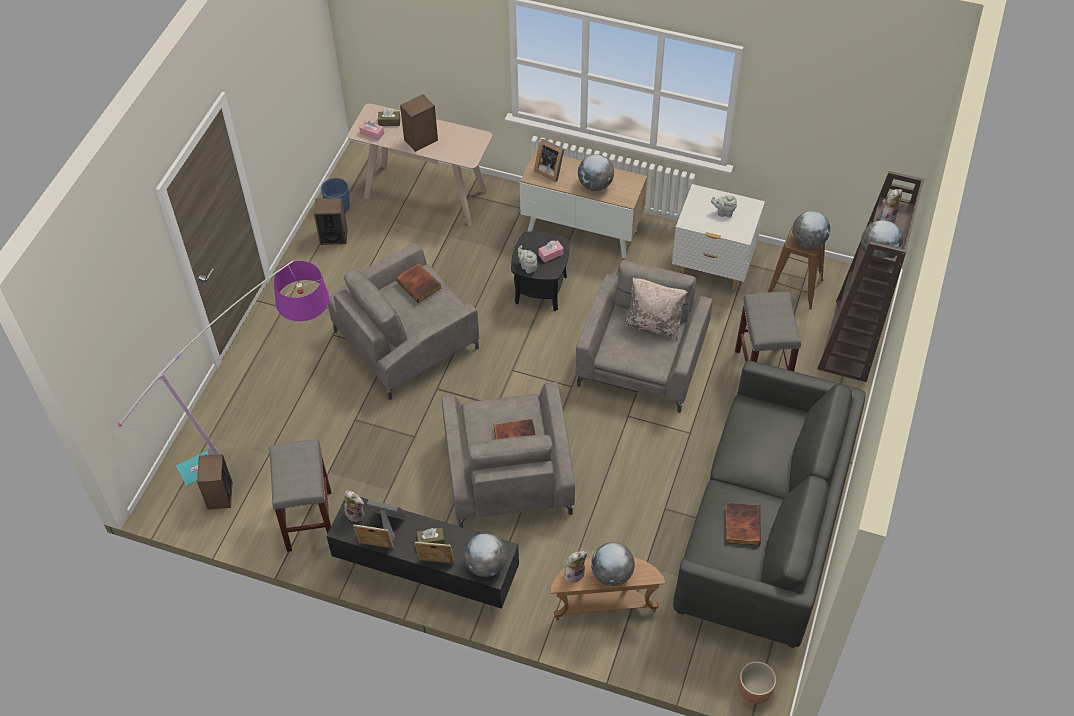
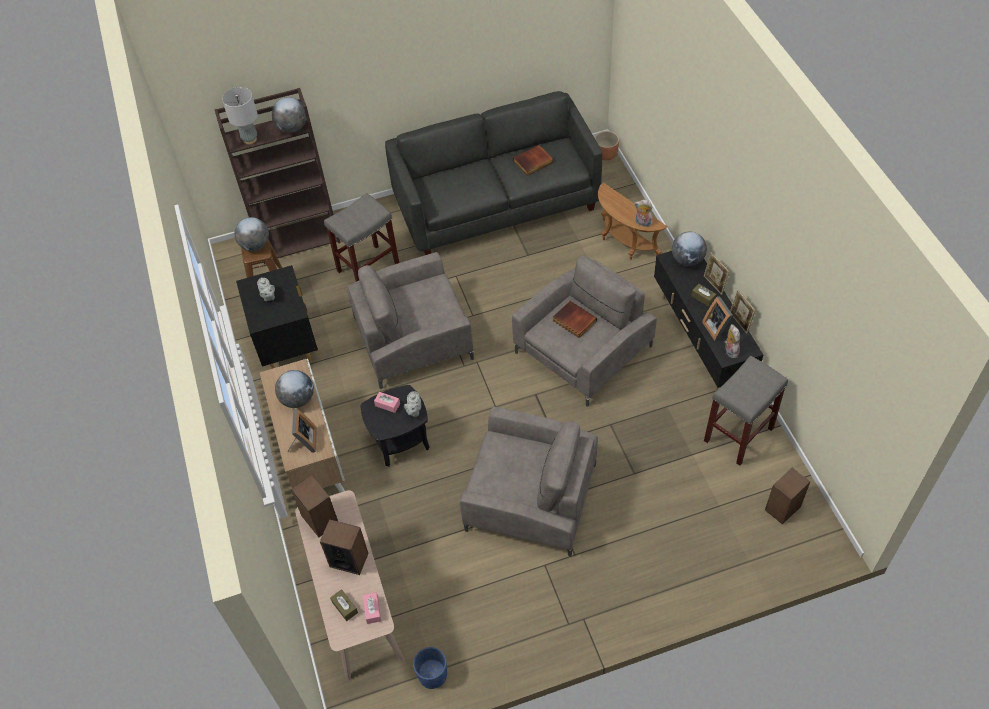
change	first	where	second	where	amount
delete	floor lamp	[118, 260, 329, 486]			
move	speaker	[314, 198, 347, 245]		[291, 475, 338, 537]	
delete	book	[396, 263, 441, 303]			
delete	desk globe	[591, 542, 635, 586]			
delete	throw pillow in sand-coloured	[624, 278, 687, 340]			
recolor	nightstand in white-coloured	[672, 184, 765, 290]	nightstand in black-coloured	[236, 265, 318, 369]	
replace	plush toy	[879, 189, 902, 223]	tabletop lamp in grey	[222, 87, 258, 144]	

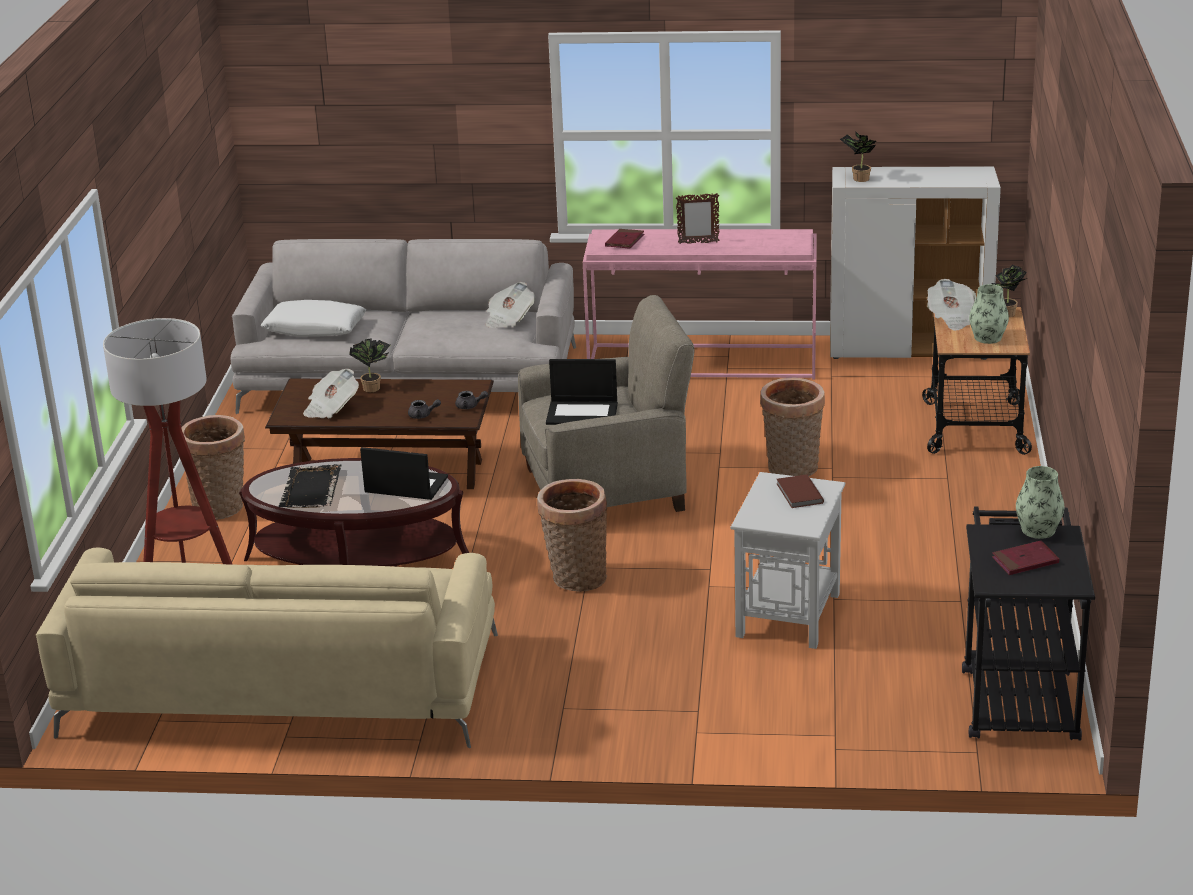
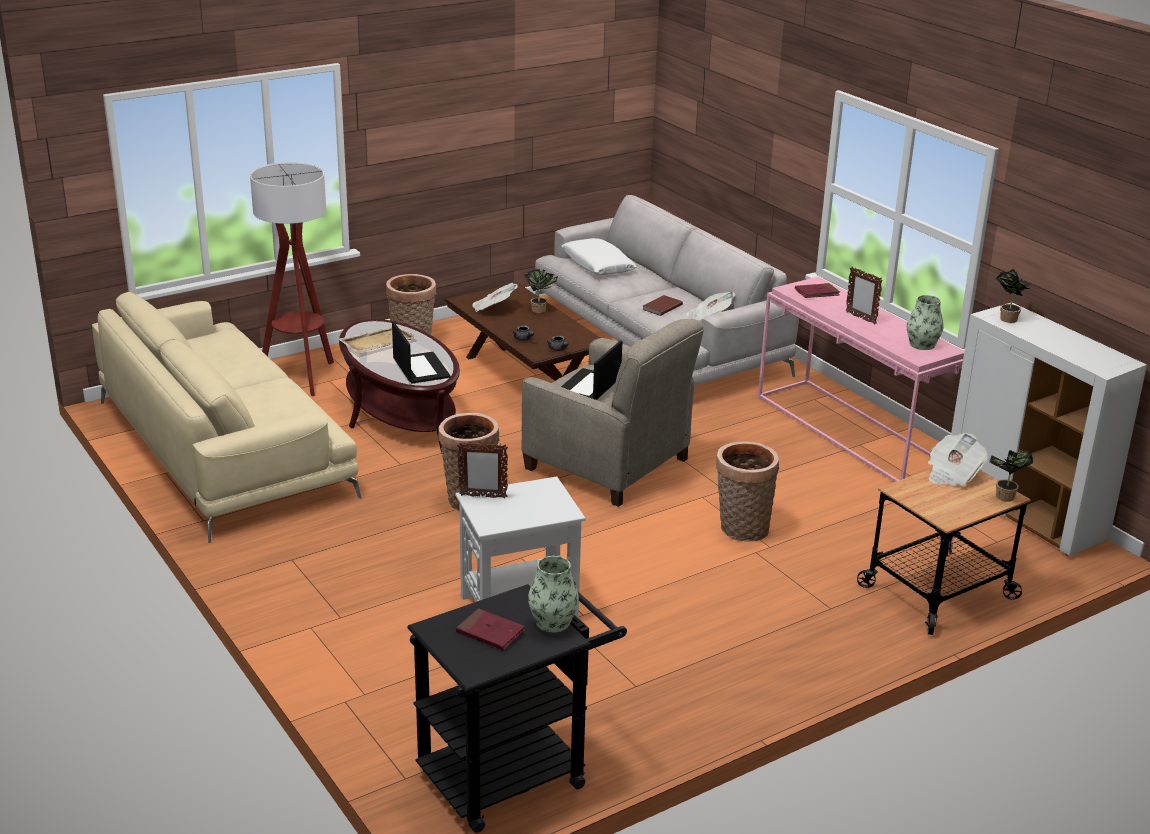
change	first	where	second	where	amount
recolor	tray in black-coloured	[278, 464, 341, 508]	tray in sand-coloured	[339, 324, 416, 353]	
rotate	portable computer	[546, 359, 618, 425]		[561, 340, 623, 400]	60 degrees clockwise
move	book in brown-coloured	[777, 474, 824, 508]		[642, 295, 683, 316]	
move	vase	[969, 284, 1009, 344]		[907, 295, 944, 350]	
insert			photo frame	[457, 443, 508, 499]	

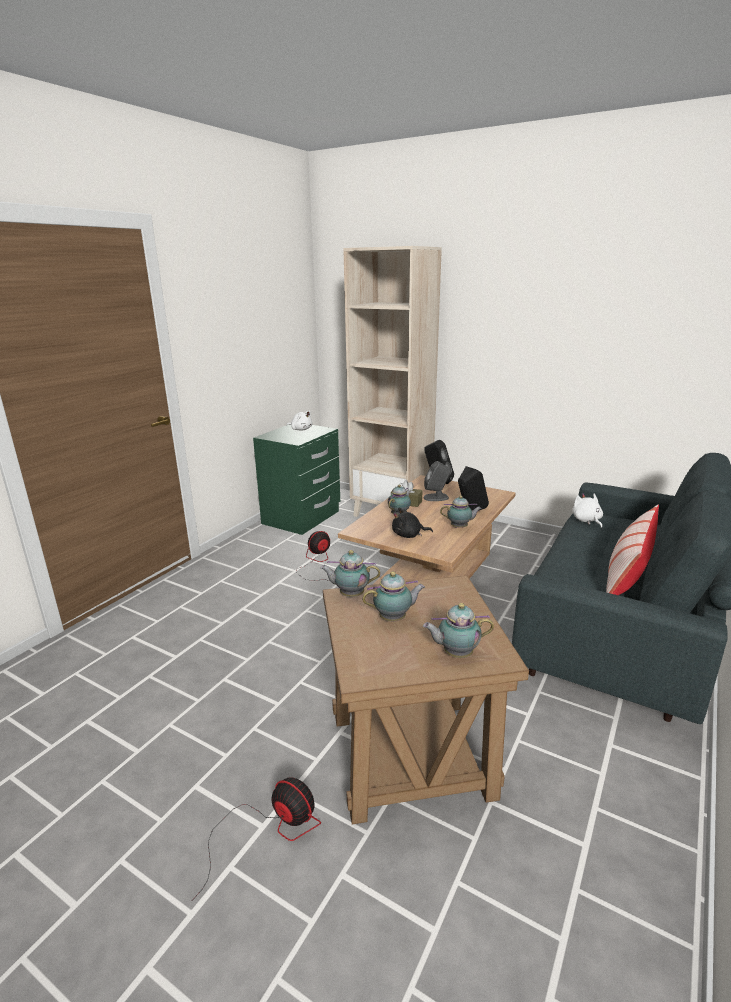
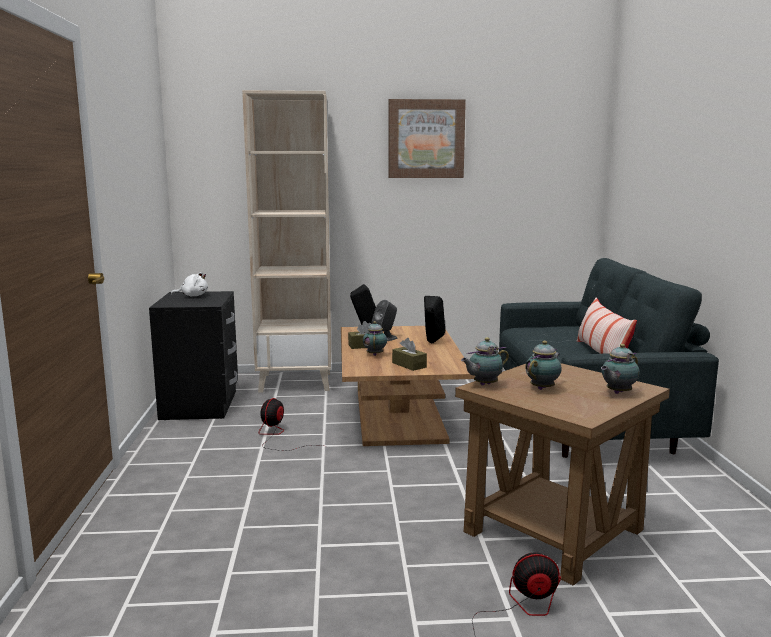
change	first	where	second	where	amount
recolor	nightstand in green-coloured	[253, 425, 340, 535]	nightstand in black-coloured	[149, 291, 238, 420]	
replace	plush toy in black-coloured	[392, 508, 433, 538]	box of tissues in brown-coloured	[392, 338, 427, 371]	
delete	teapot	[440, 495, 482, 528]			
delete	plush toy in white-coloured	[572, 493, 603, 528]			
insert			wall picture	[389, 99, 466, 178]	

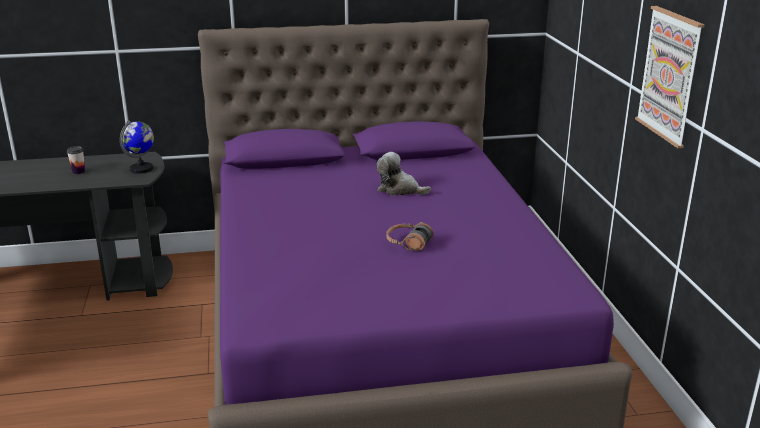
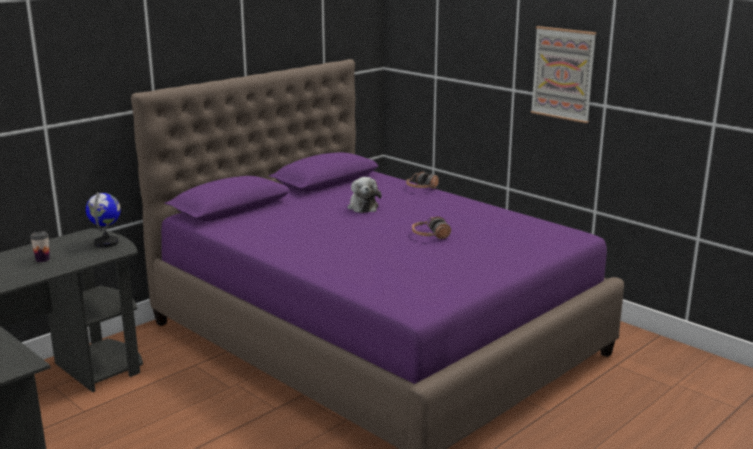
change	first	where	second	where	amount
rotate	plush toy	[377, 152, 431, 196]		[348, 177, 381, 213]	90 degrees counterclockwise
insert			pair of headphones	[406, 172, 439, 189]	

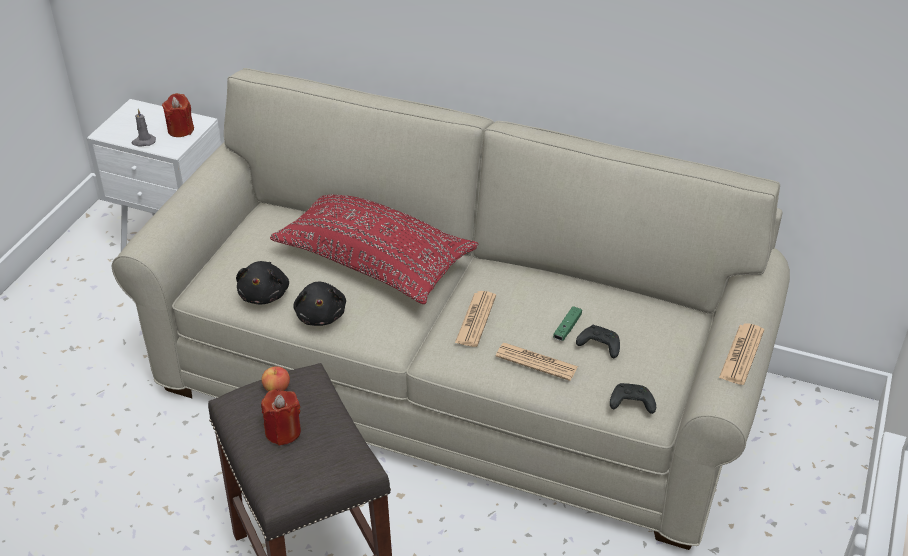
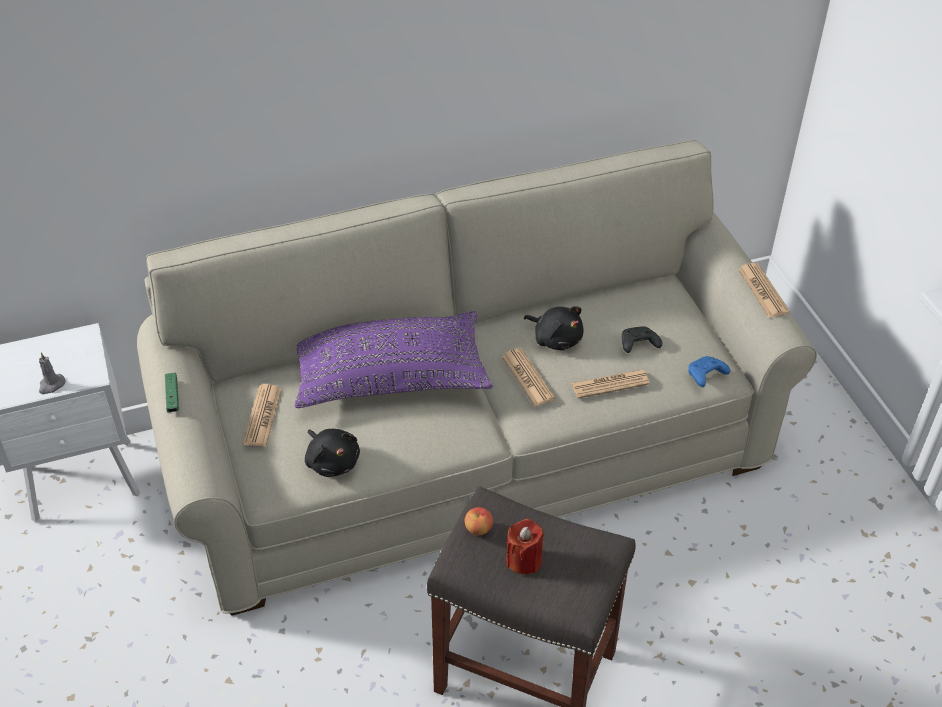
change	first	where	second	where	amount
delete	wax candle in reddish	[162, 93, 194, 137]			
recolor	throw pillow in reddish	[270, 195, 478, 304]	throw pillow in purple-coloured	[294, 311, 493, 408]	
move	plush toy in black-coloured	[293, 282, 346, 326]		[524, 306, 584, 350]	
move	joypad in green-coloured	[553, 306, 582, 341]		[165, 373, 179, 412]	
recolor	joypad in black-coloured	[610, 383, 656, 414]	joypad in blue-coloured	[688, 356, 730, 387]	
insert			daily paper	[243, 384, 282, 447]	

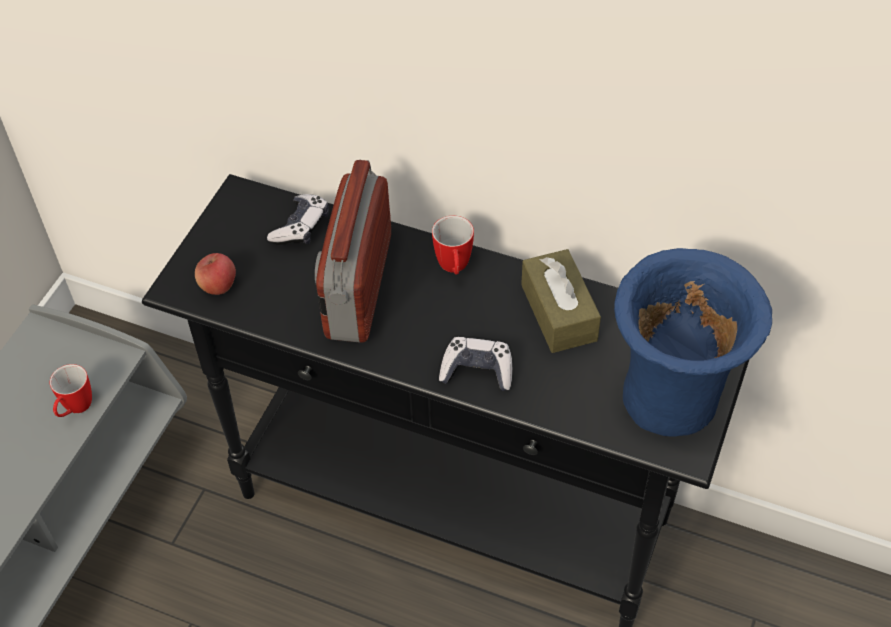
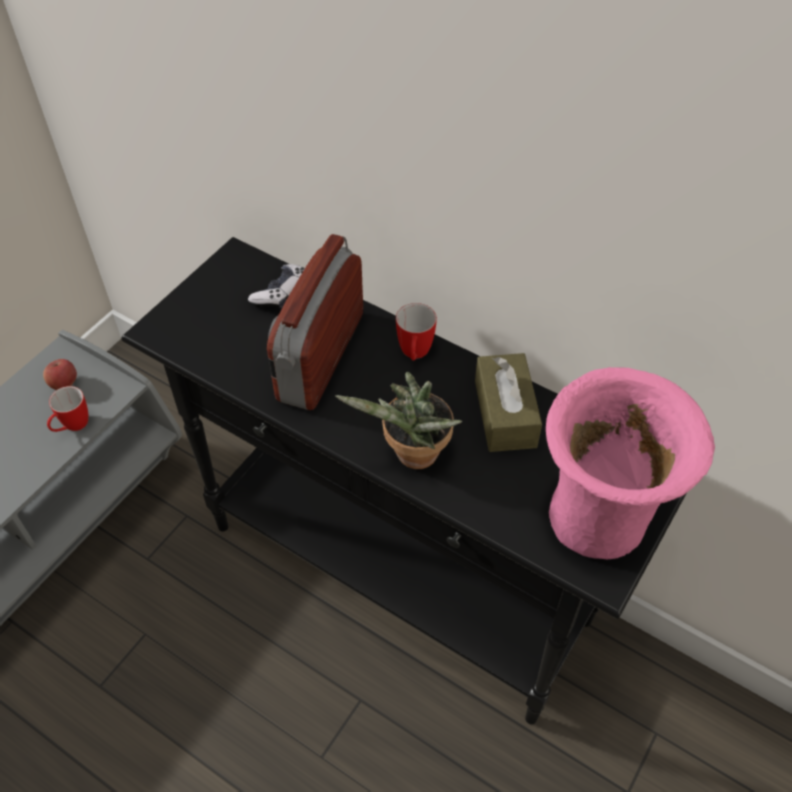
change	first	where	second	where	amount
move	apple fruit	[195, 253, 236, 295]		[43, 359, 77, 390]	
replace	joypad	[439, 337, 513, 391]	plant in a pot	[336, 372, 462, 469]	
recolor	vase in blue-coloured	[614, 248, 772, 437]	vase in pink	[546, 367, 715, 559]	

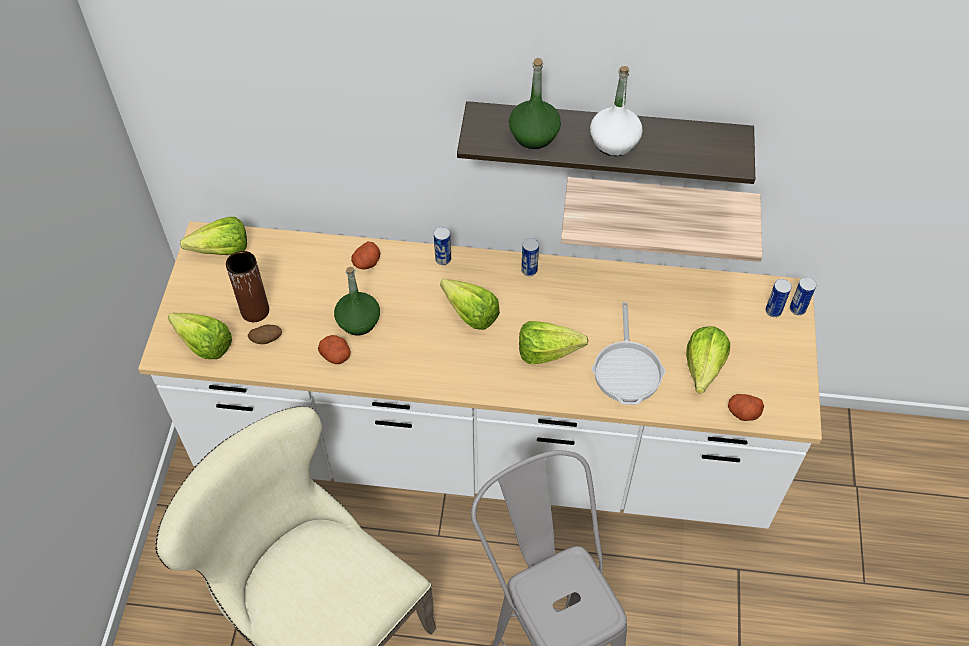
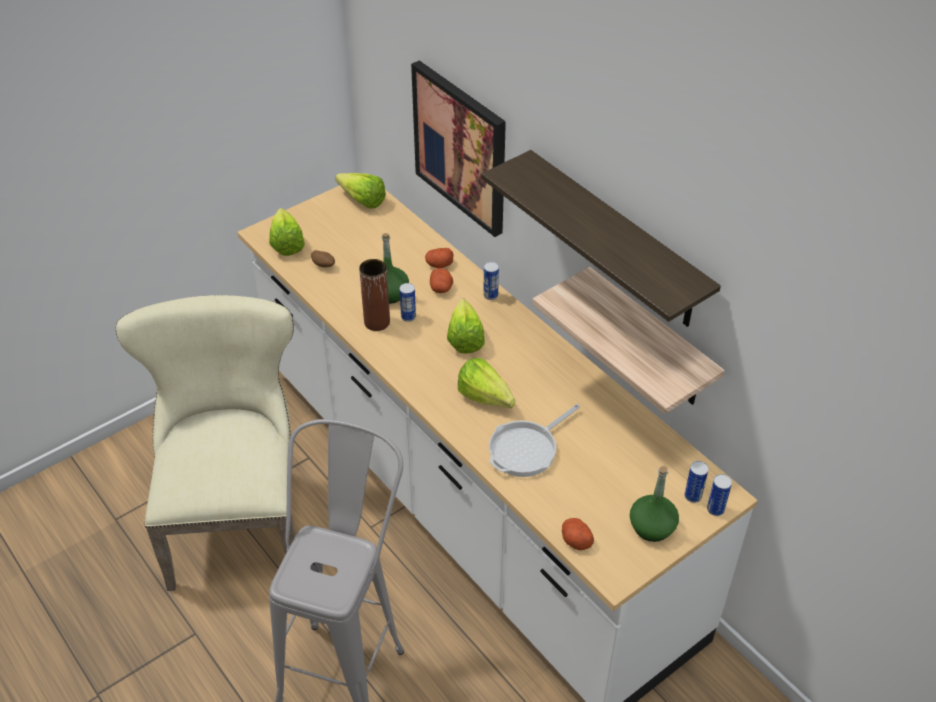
change	first	where	second	where	amount
move	vase in brown-coloured	[226, 251, 269, 322]		[359, 259, 390, 331]	
move	whole potato	[318, 335, 351, 364]		[430, 268, 453, 293]	
move	bottle in green-coloured	[509, 58, 561, 149]		[630, 466, 679, 542]	
move	sealed can	[521, 238, 539, 276]		[399, 283, 416, 322]	
delete	bottle in white-coloured	[590, 66, 643, 156]			
delete	lettuce	[686, 326, 730, 394]			
insert			wall picture	[411, 60, 506, 237]	

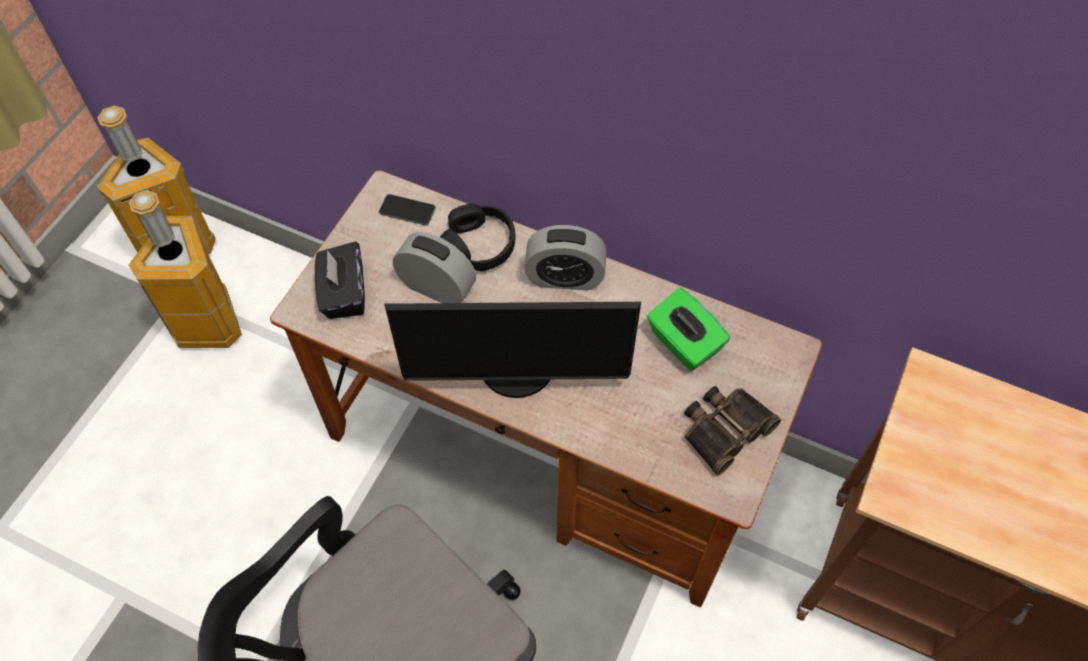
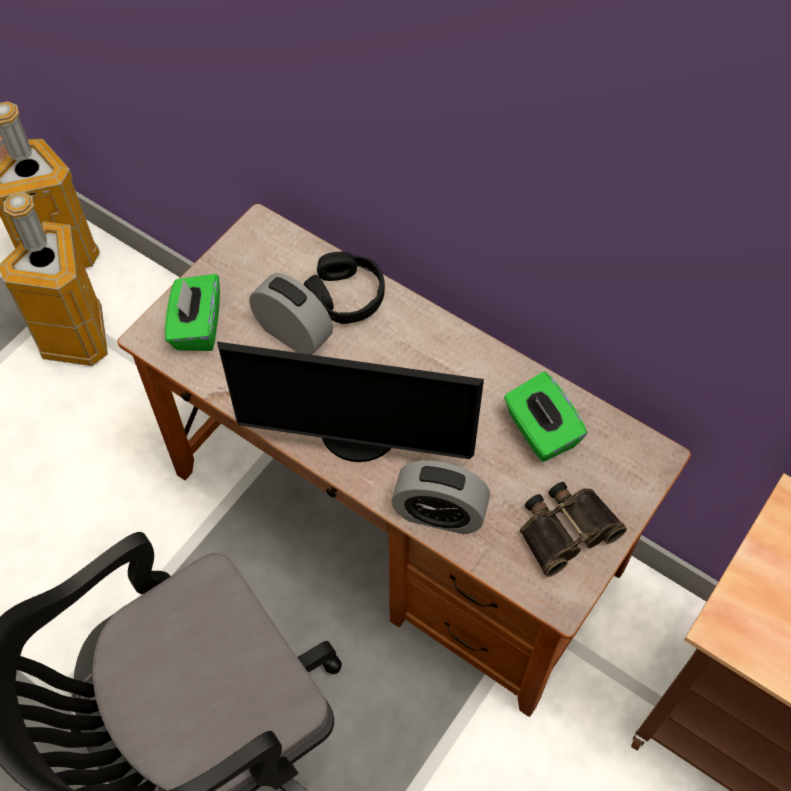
change	first	where	second	where	amount
recolor	box of tissues in black-coloured	[315, 241, 365, 319]	box of tissues in green-coloured	[165, 274, 220, 351]	
delete	telephone	[379, 194, 436, 225]			
move	bedside clock	[524, 225, 607, 290]		[391, 460, 490, 534]	

